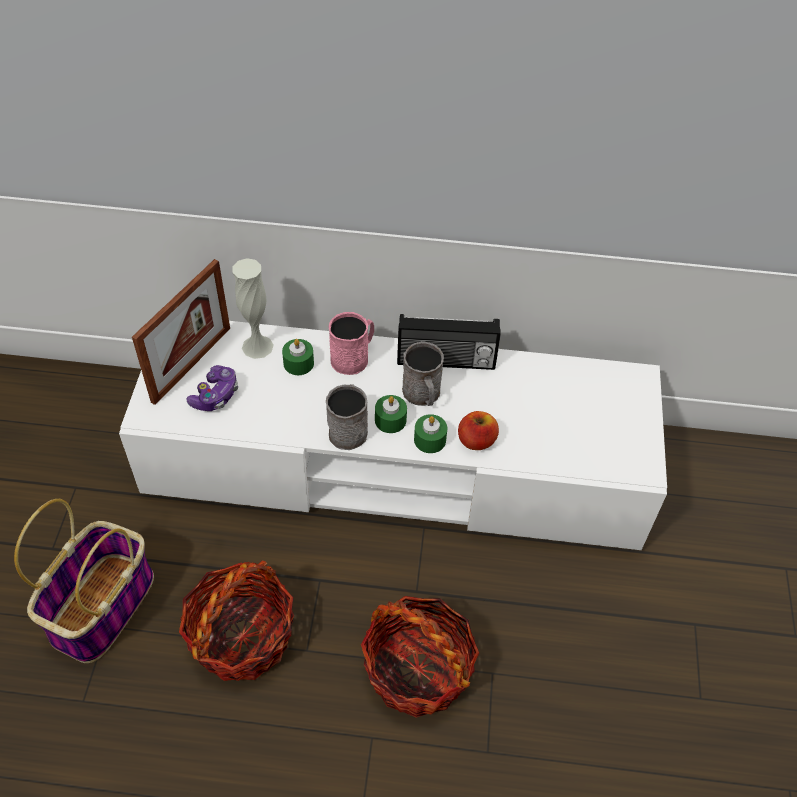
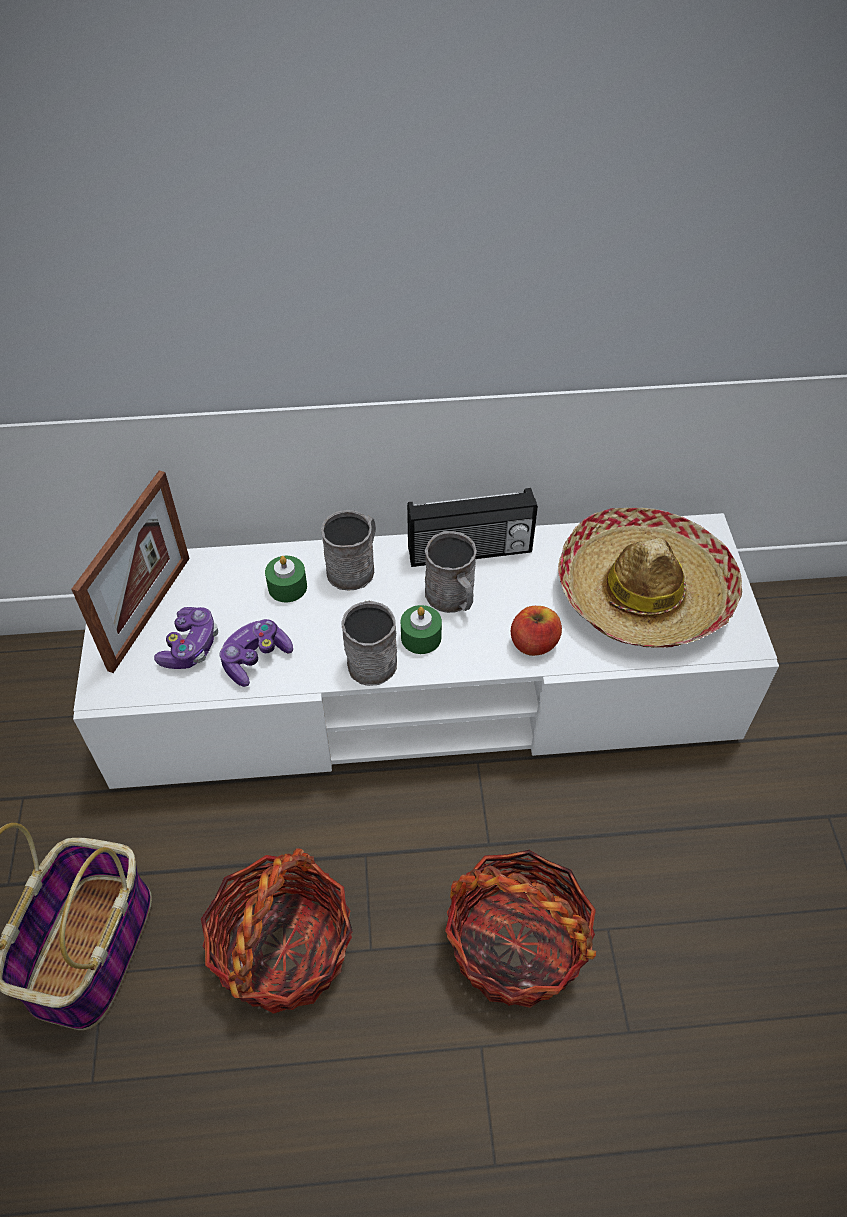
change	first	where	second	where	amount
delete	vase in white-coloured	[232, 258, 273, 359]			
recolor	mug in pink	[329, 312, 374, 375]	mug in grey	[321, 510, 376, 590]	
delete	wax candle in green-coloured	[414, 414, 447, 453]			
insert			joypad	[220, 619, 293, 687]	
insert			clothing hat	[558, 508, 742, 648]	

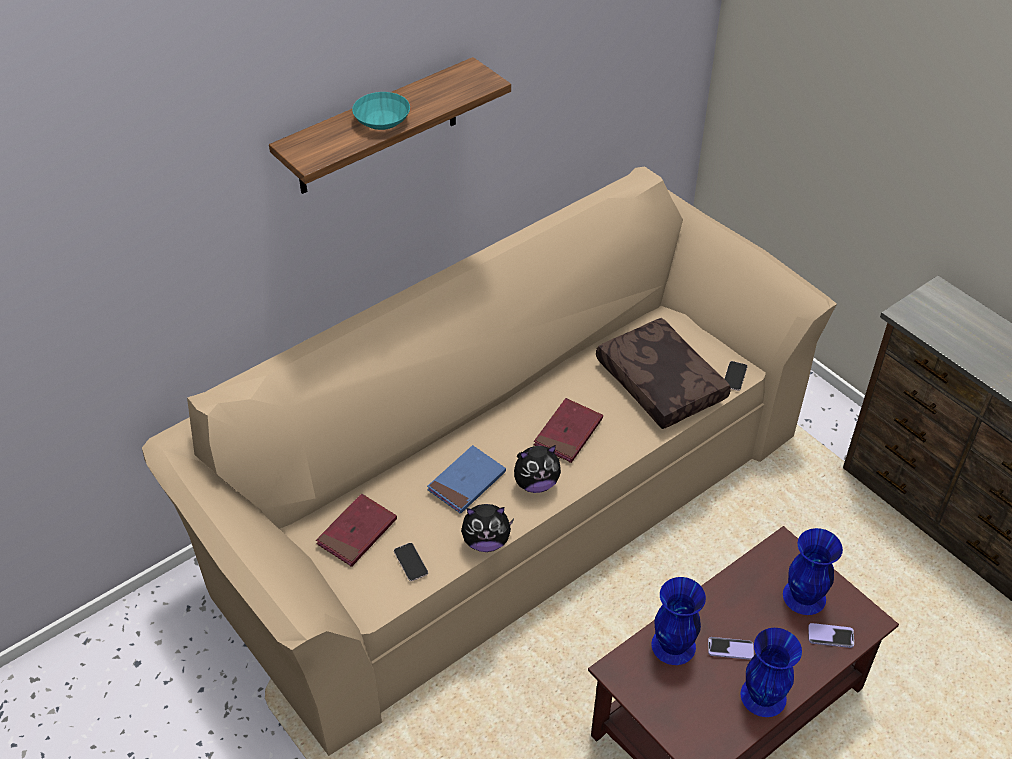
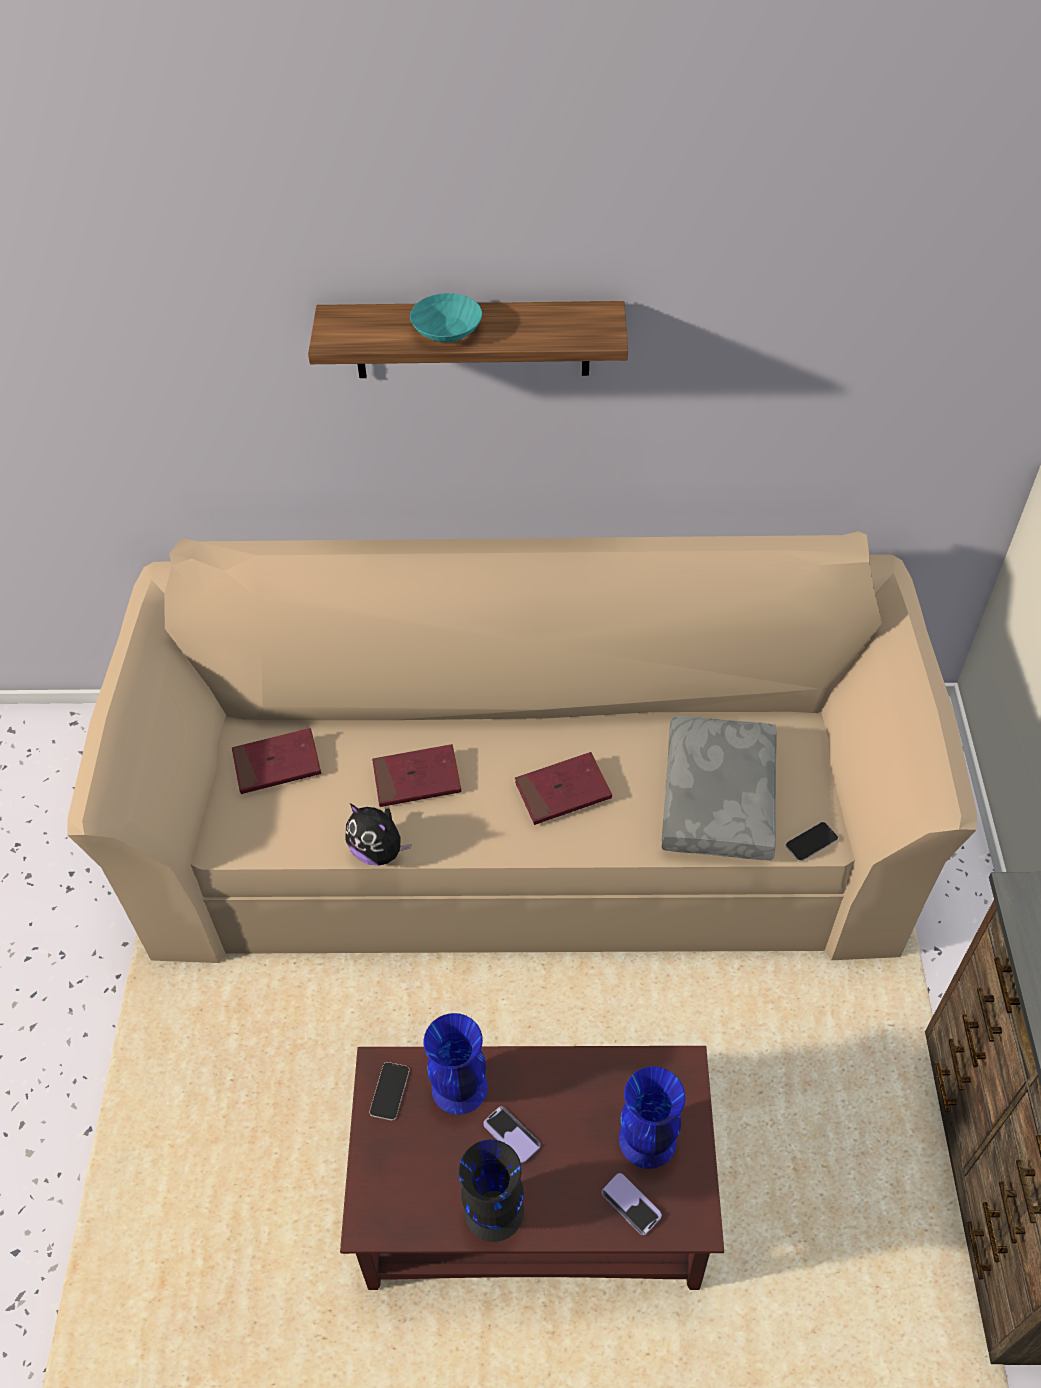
change	first	where	second	where	amount
move	telephone	[394, 543, 428, 581]		[369, 1062, 410, 1121]	
recolor	book in blue-coloured	[427, 445, 506, 514]	book in reddish	[372, 744, 462, 807]	
delete	plush toy	[514, 445, 561, 493]			
recolor	throw pillow in brown-coloured	[596, 318, 731, 429]	throw pillow in grey	[661, 716, 777, 860]	
recolor	vase in blue-coloured	[741, 628, 802, 717]	vase in black-coloured	[459, 1139, 524, 1242]	

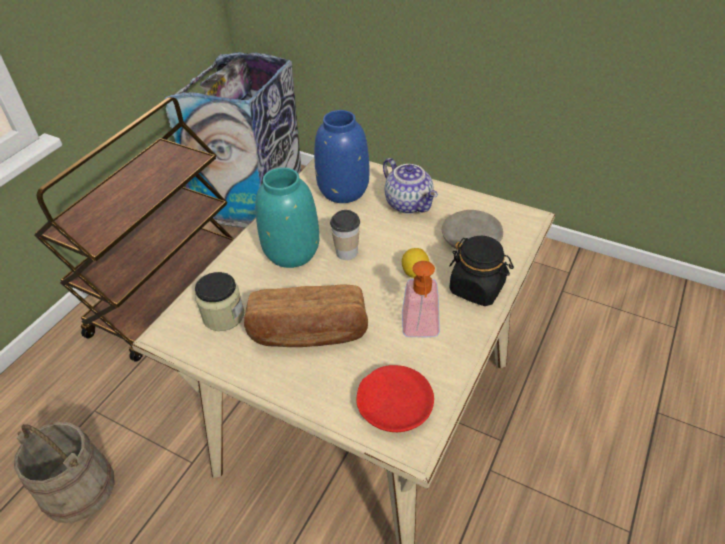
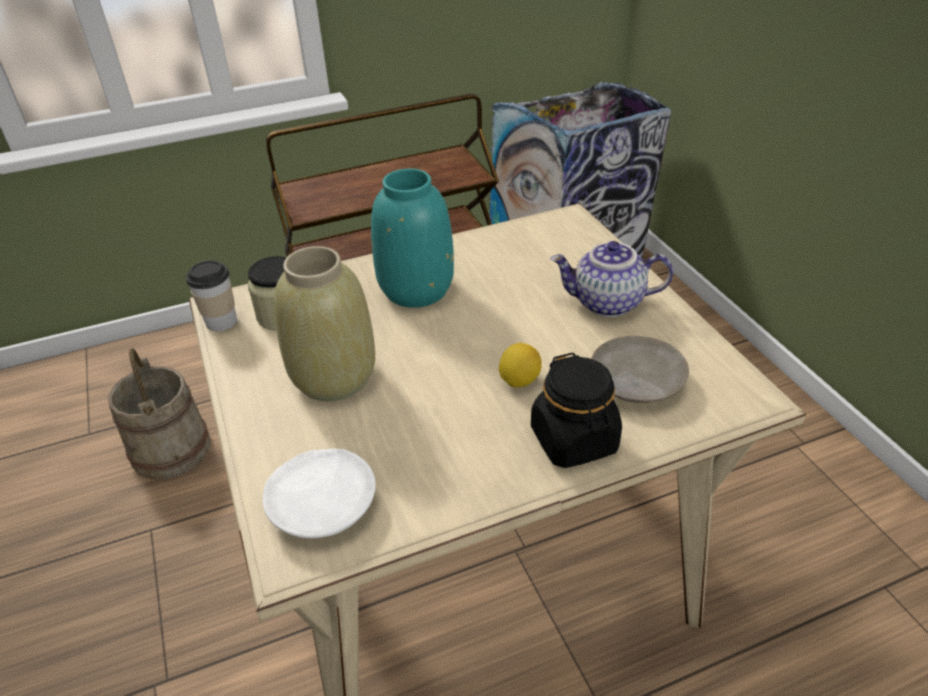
change	first	where	second	where	amount
replace	bread	[244, 284, 368, 347]	vase in sand-coloured	[274, 246, 375, 401]	
delete	vase in blue-coloured	[314, 110, 369, 203]			
move	drinking cup	[330, 210, 360, 260]		[186, 260, 237, 331]	
recolor	plate in reddish	[356, 365, 434, 432]	plate in white-coloured	[263, 449, 376, 539]	
rotate	teapot	[383, 158, 438, 214]		[550, 241, 673, 317]	90 degrees clockwise
delete	liquid soap bottle	[402, 261, 440, 337]			

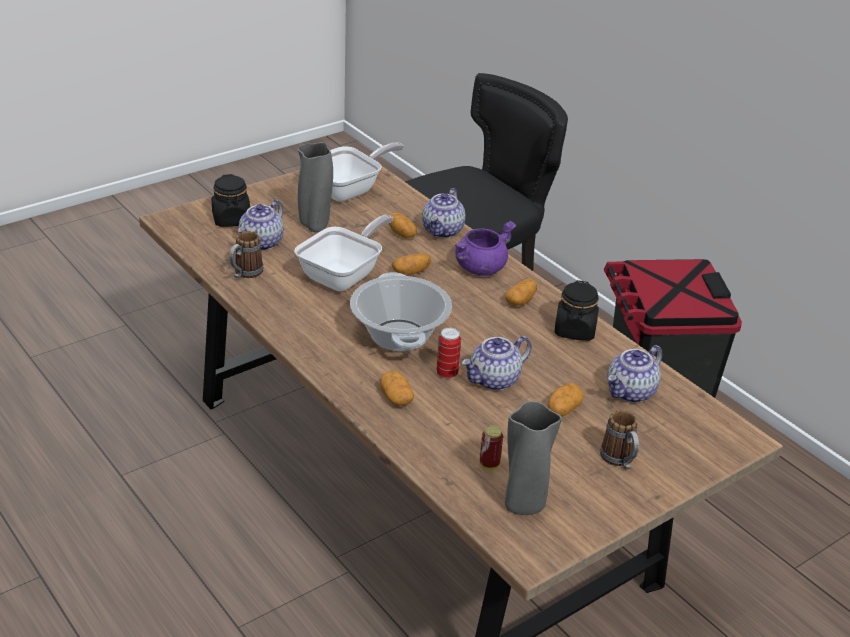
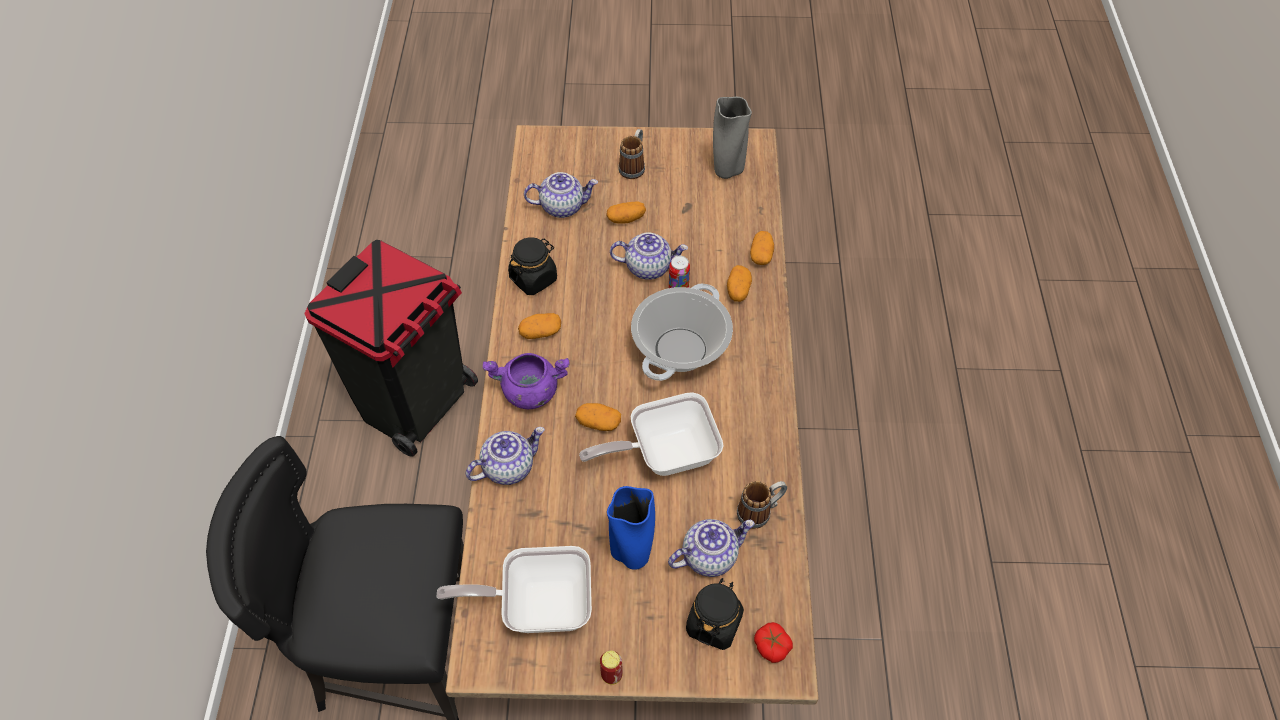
change	first	where	second	where	amount
recolor	vase in grey	[298, 142, 333, 232]	vase in blue-coloured	[607, 486, 655, 570]	
move	whole potato	[389, 213, 417, 239]		[750, 231, 774, 265]	
move	sealed can	[480, 426, 503, 470]		[600, 651, 623, 685]	
insert			whole tomato	[754, 622, 793, 663]	

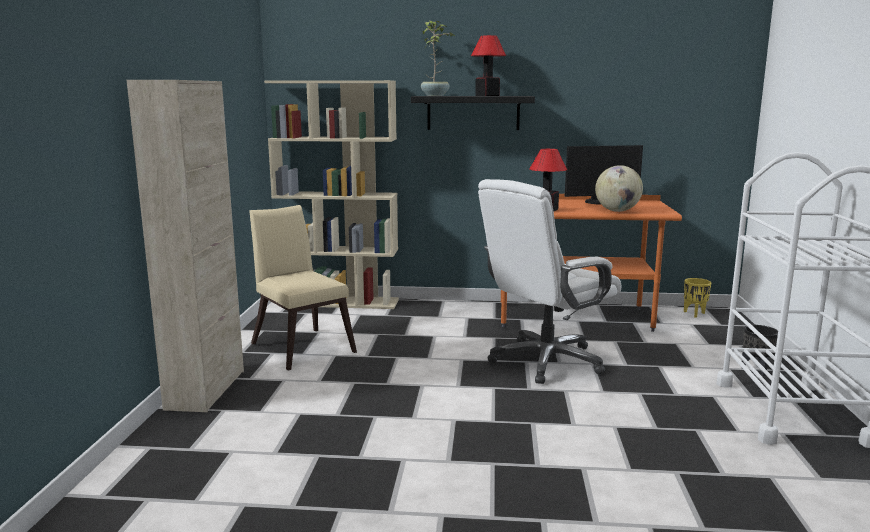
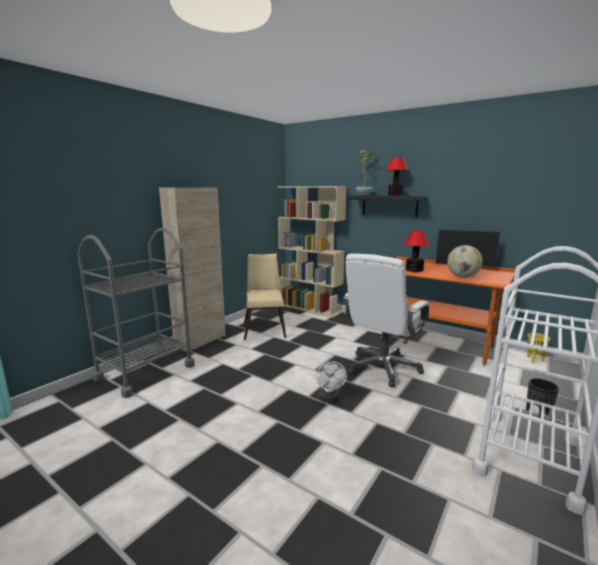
change	first	where	second	where	amount
rotate	computer chair in white-coloured	[478, 179, 621, 384]		[343, 254, 430, 387]	45 degrees counterclockwise
insert			wheeled cart in grey	[77, 228, 195, 398]	
insert			electric fan in white-coloured	[316, 361, 347, 402]	

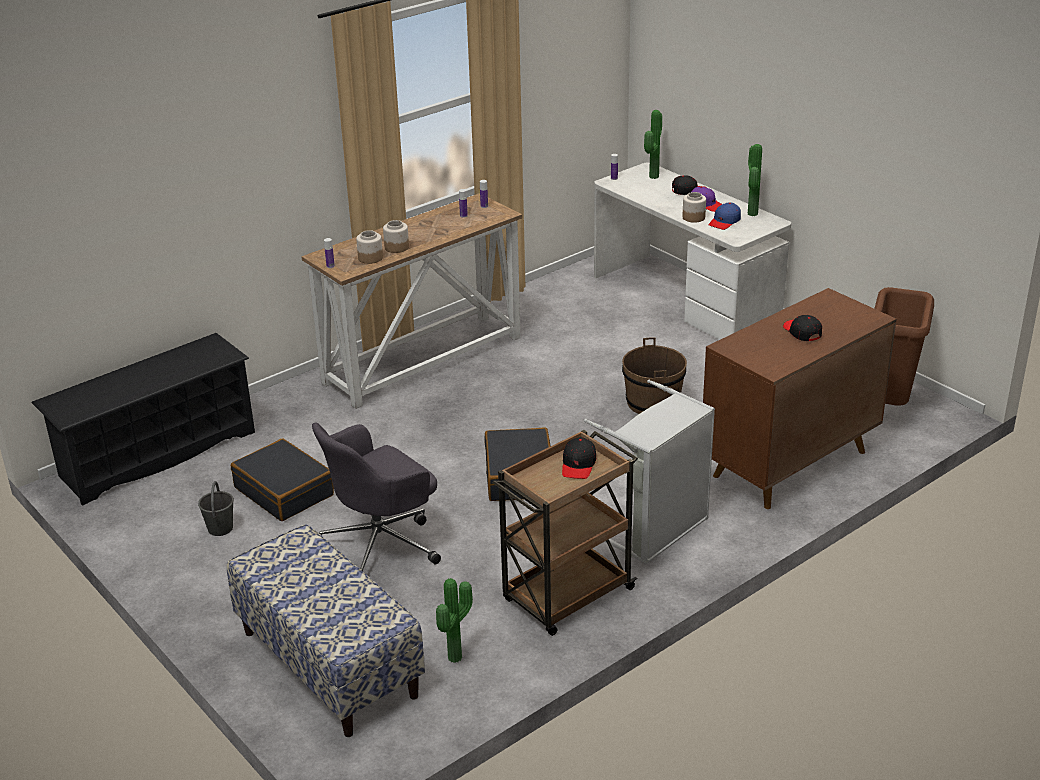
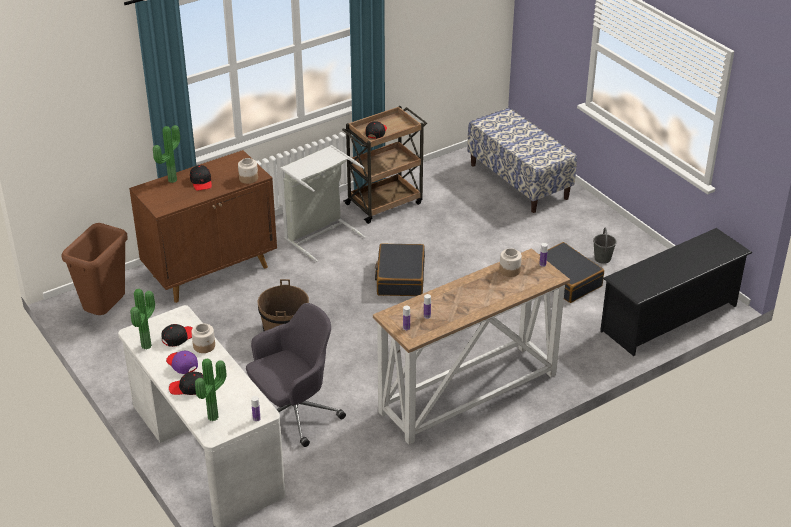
change	first	where	second	where	amount
move	computer chair in grey	[312, 422, 441, 571]		[246, 303, 346, 447]	
move	preserve jar	[383, 220, 409, 253]		[238, 158, 258, 184]	
move	plant in a pot	[436, 578, 473, 663]		[153, 125, 180, 183]	
recolor	baseball cap in blue-coloured	[709, 202, 741, 230]	baseball cap in black-coloured	[162, 324, 193, 347]	

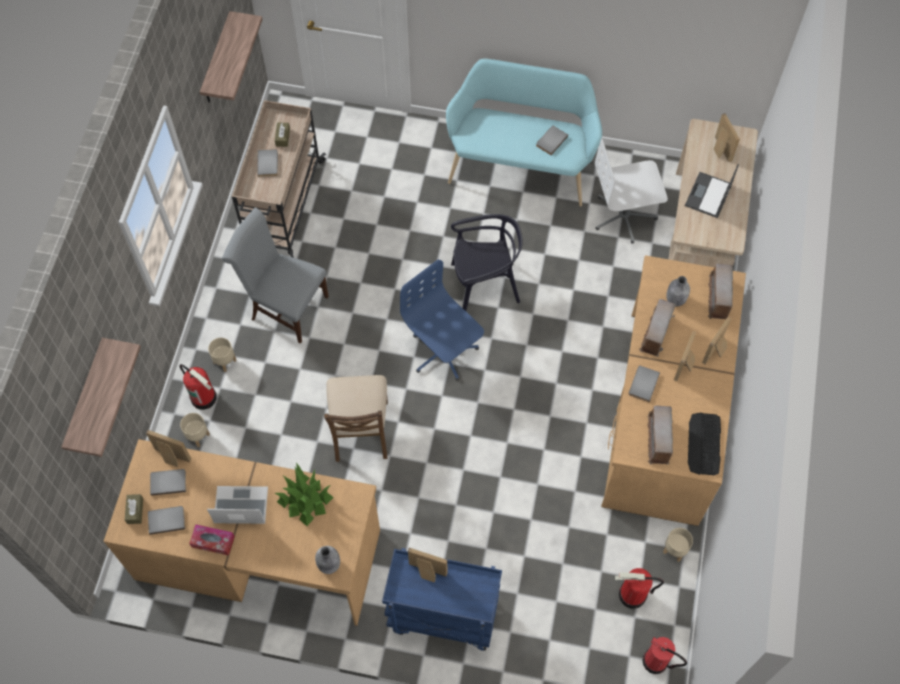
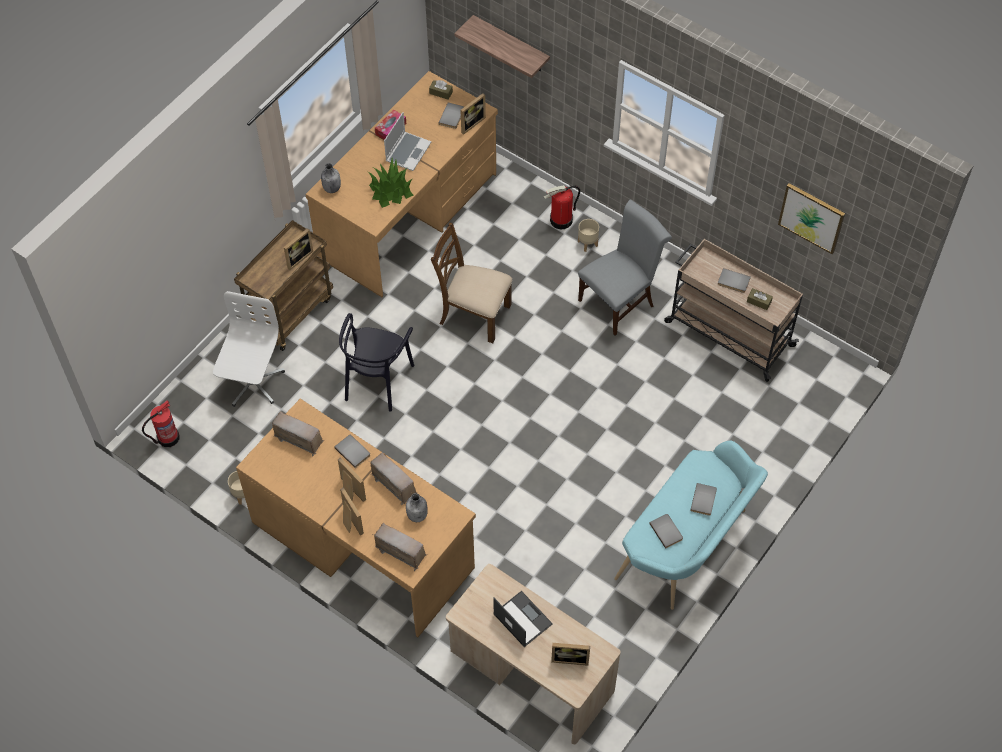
change	first	where	second	where	amount
move	book in grey	[148, 506, 185, 535]		[690, 483, 717, 516]	
delete	plant pot in sand-coloured	[180, 413, 210, 447]			
replace	shelf	[200, 11, 263, 102]	wall picture	[778, 183, 845, 254]	
recolor	wheeled cart in blue-coloured	[382, 548, 502, 651]	wheeled cart in brown-coloured	[234, 220, 333, 351]	
delete	computer chair in blue-coloured	[400, 260, 484, 381]			
move	upright chair in black-coloured	[451, 214, 523, 311]		[339, 313, 414, 412]	
move	computer chair in white-coloured	[595, 138, 668, 244]		[213, 291, 285, 407]	
delete	fire-fighting cylinder	[615, 568, 664, 609]			
delete	PC keyboard	[688, 413, 721, 475]			

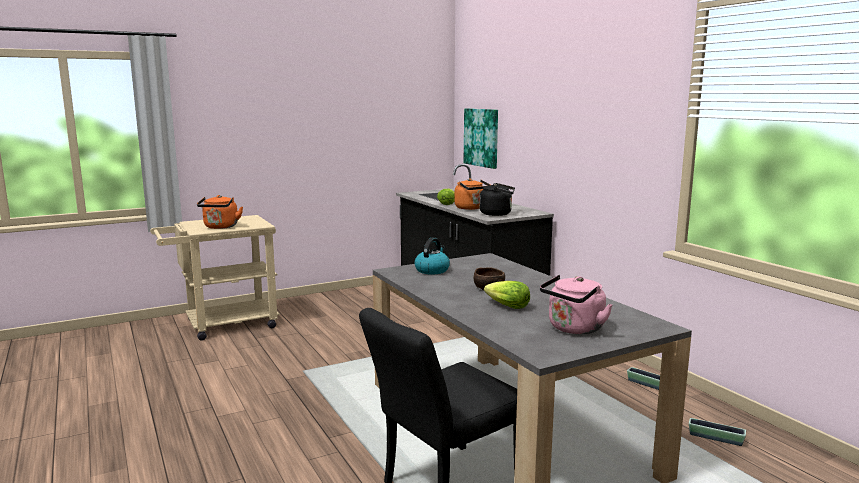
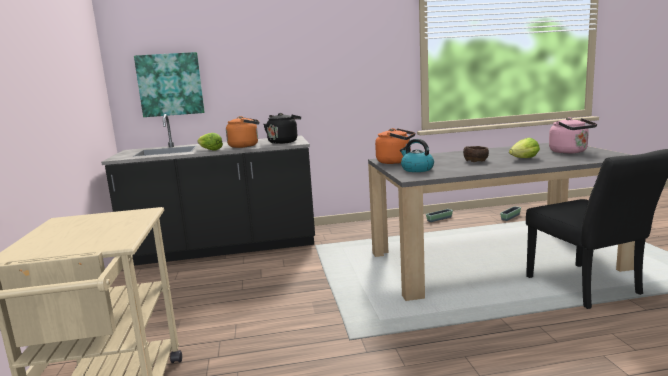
change	first	where	second	where	amount
move	tea kettle in orange	[197, 195, 243, 229]		[375, 128, 415, 164]	

